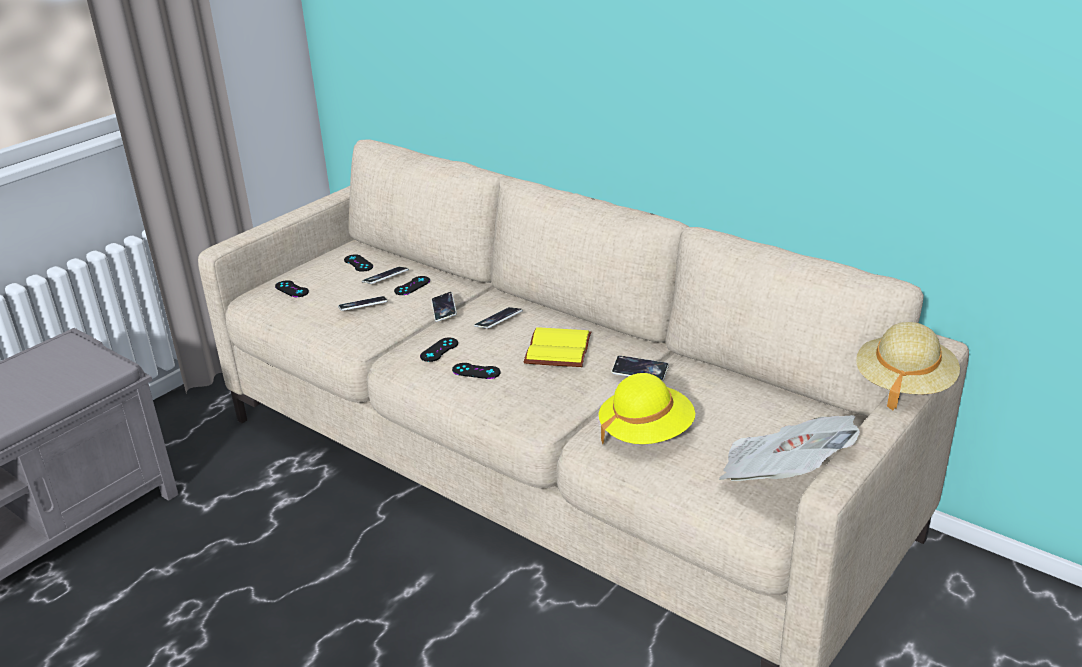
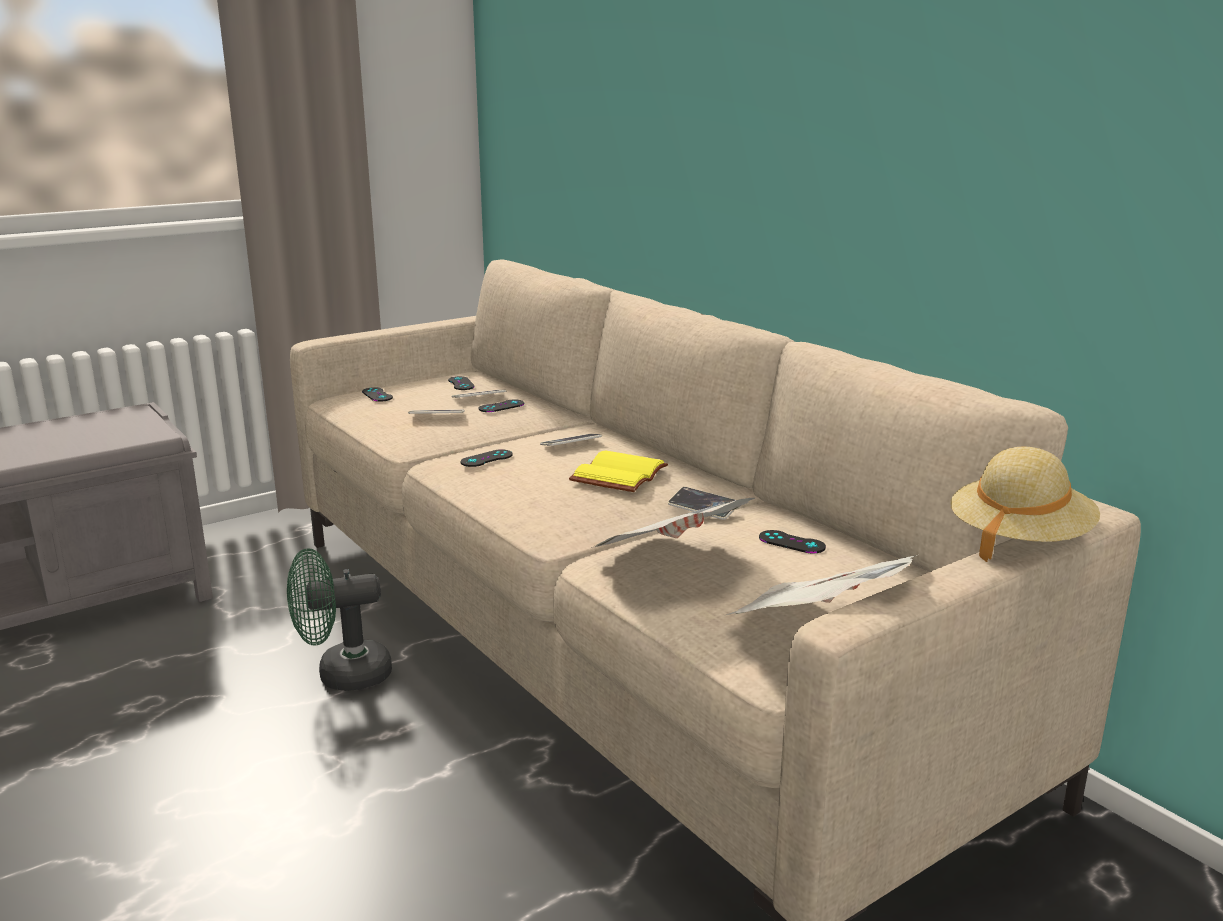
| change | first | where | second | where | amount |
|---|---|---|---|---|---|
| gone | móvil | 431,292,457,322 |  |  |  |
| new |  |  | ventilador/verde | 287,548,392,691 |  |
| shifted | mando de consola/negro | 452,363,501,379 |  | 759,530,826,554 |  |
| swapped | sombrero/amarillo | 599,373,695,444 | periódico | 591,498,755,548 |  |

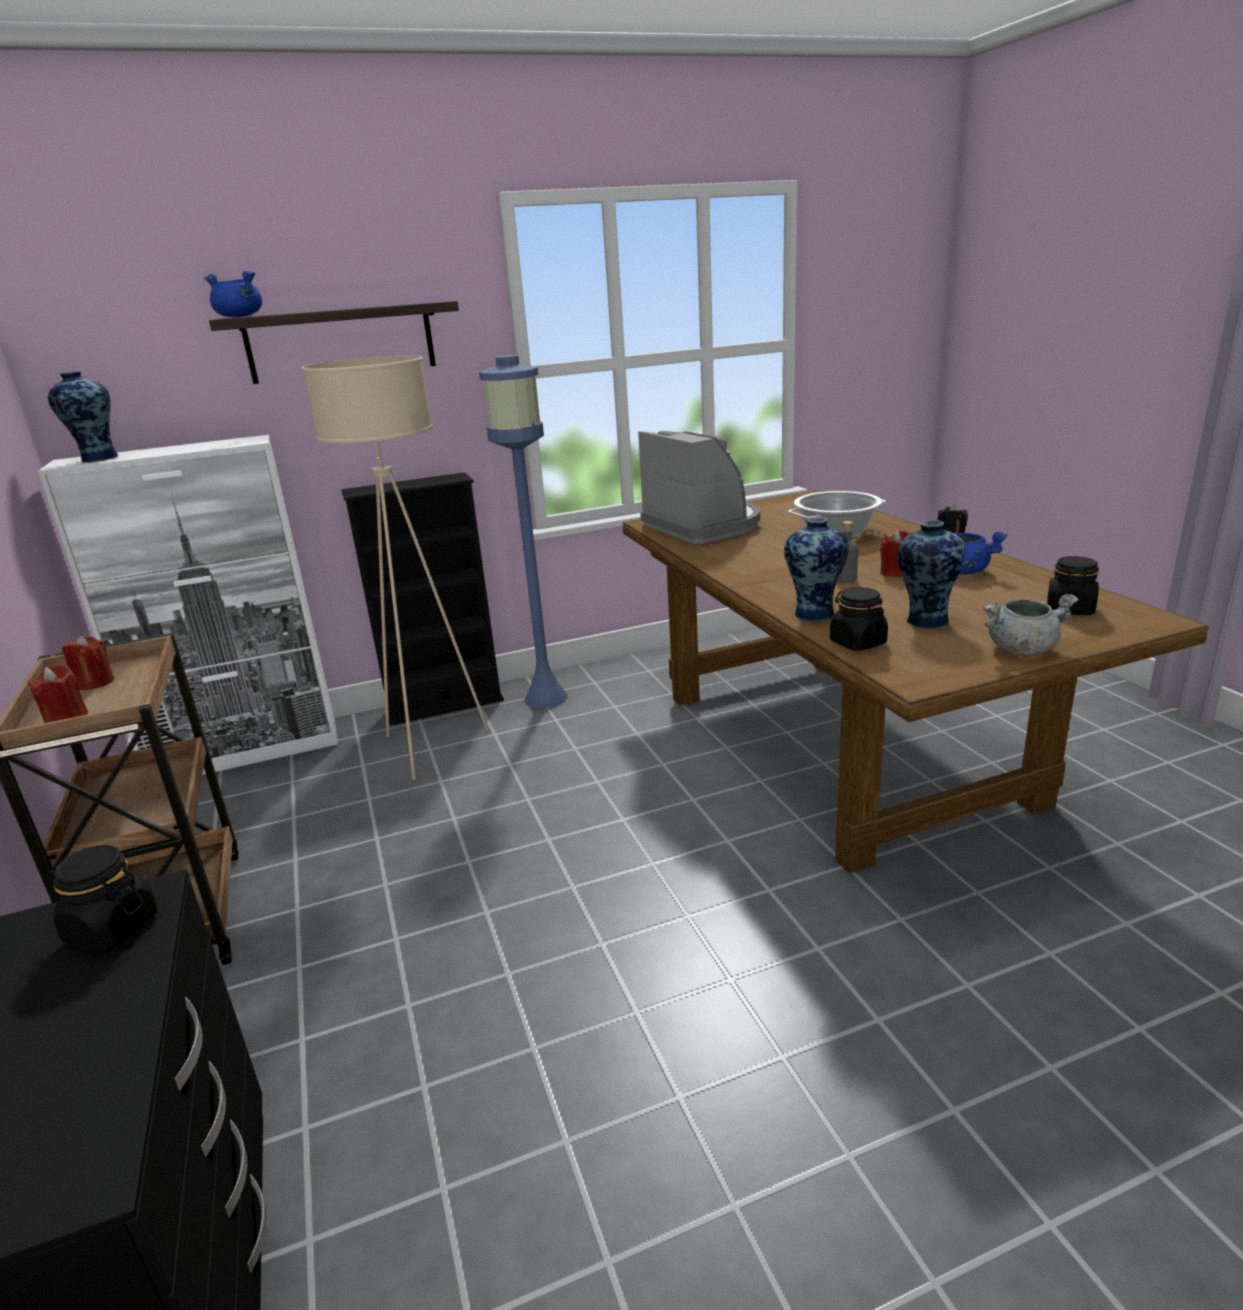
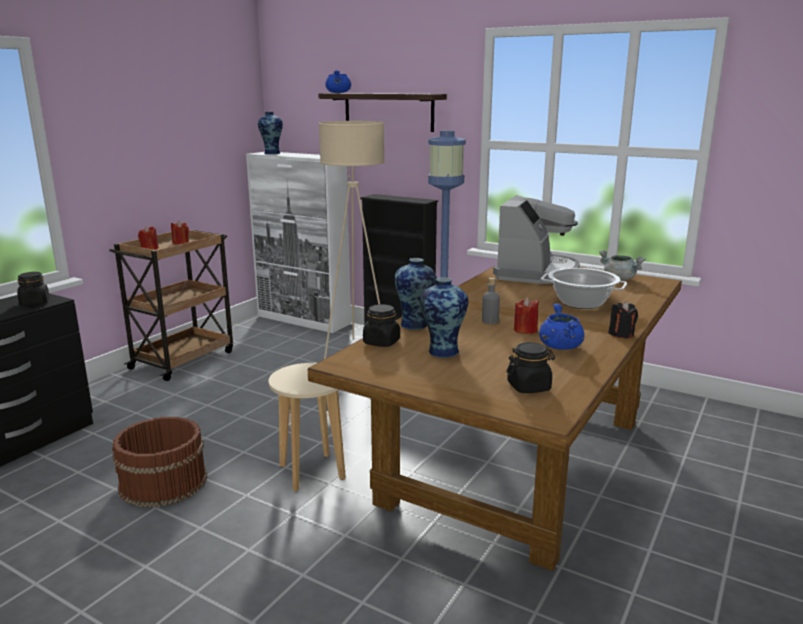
| change | first | where | second | where | amount |
|---|---|---|---|---|---|
| new |  |  | cubo/marrón | 112,417,208,507 |  |
| new |  |  | taburete/beis | 268,363,346,492 |  |
| shifted | olla/gris | 983,594,1078,655 |  | 599,250,646,281 |  |

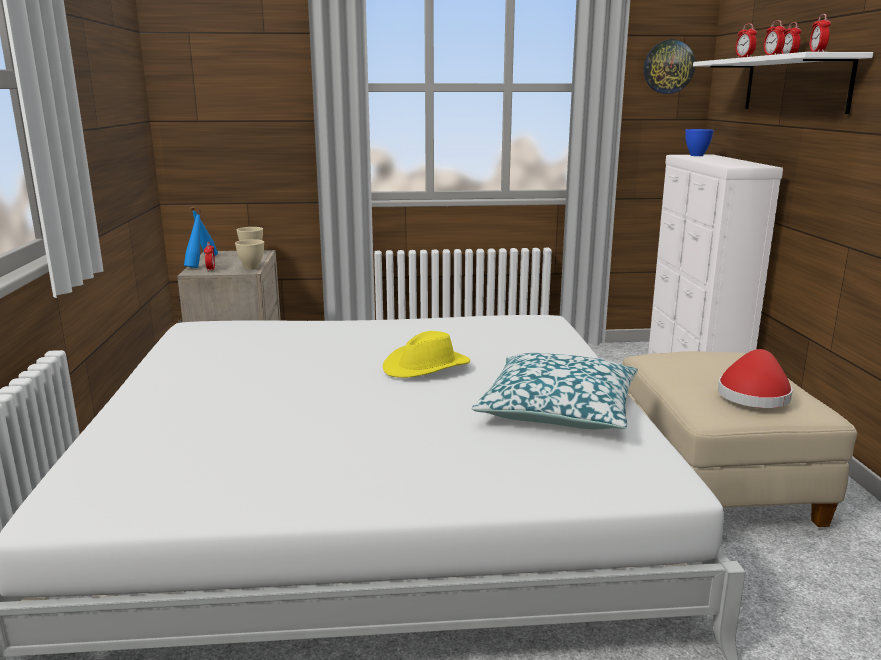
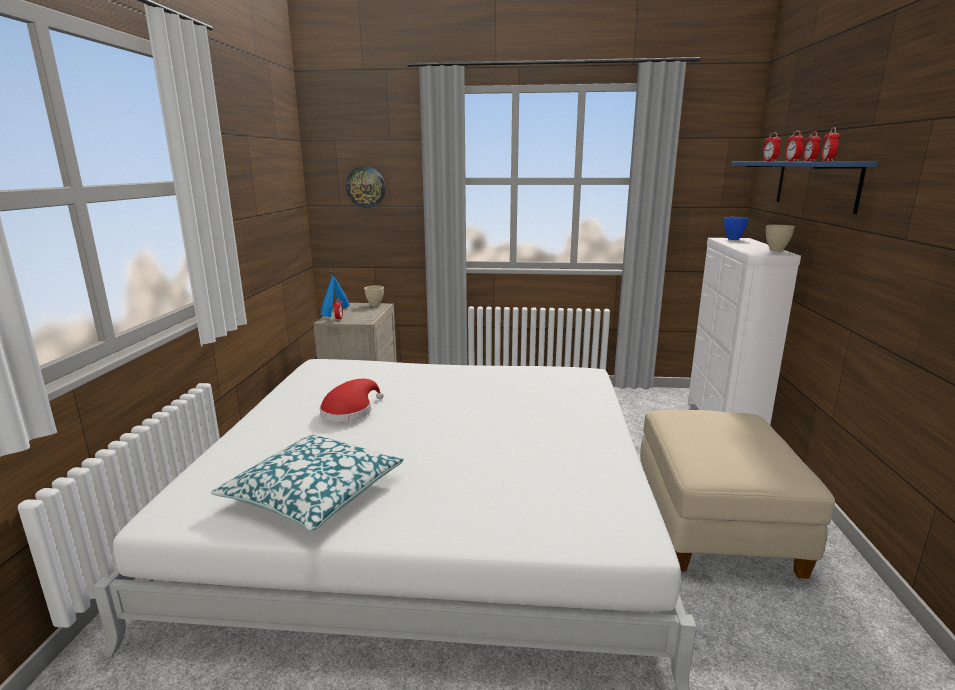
| change | first | where | second | where | amount |
|---|---|---|---|---|---|
| gone | sombrero/amarillo | 382,331,470,378 |  |  |  |
| shifted | cuenco/beis | 235,239,264,270 |  | 766,225,795,251 |  |
| shifted | cojín | 472,353,638,429 |  | 211,434,404,532 |  |
| shifted | reloj de pared | 644,40,695,94 |  | 346,166,386,208 |  |
| shifted | sombrero/rojo | 718,349,793,408 |  | 320,379,384,422 |  |
| repainted | estante/blanco | 693,52,873,114 | estante/azul | 731,162,878,214 |  |

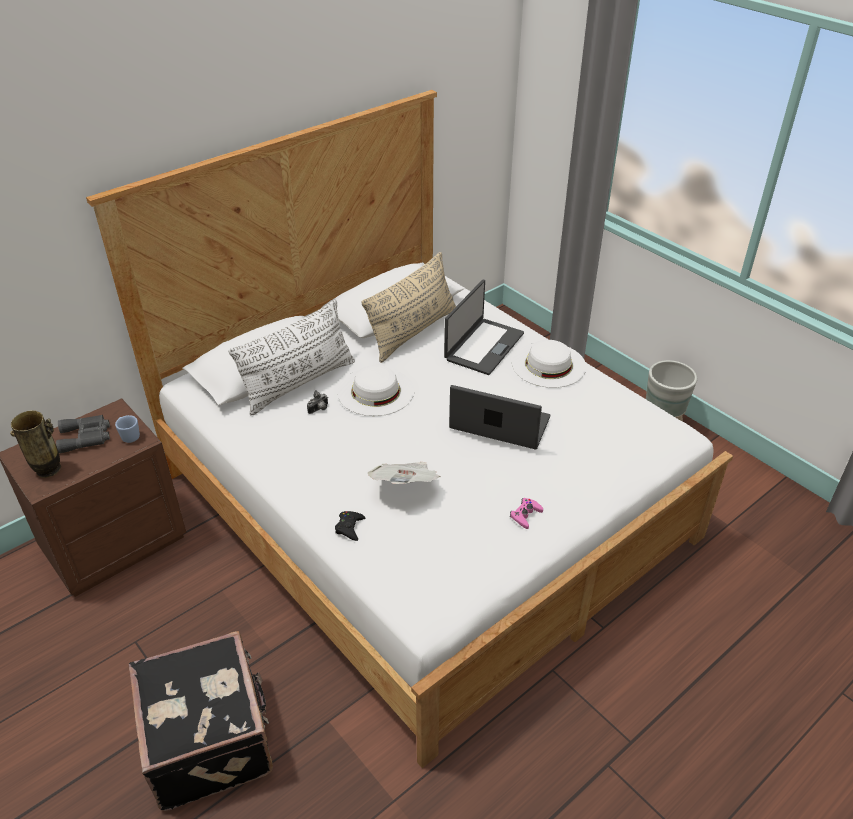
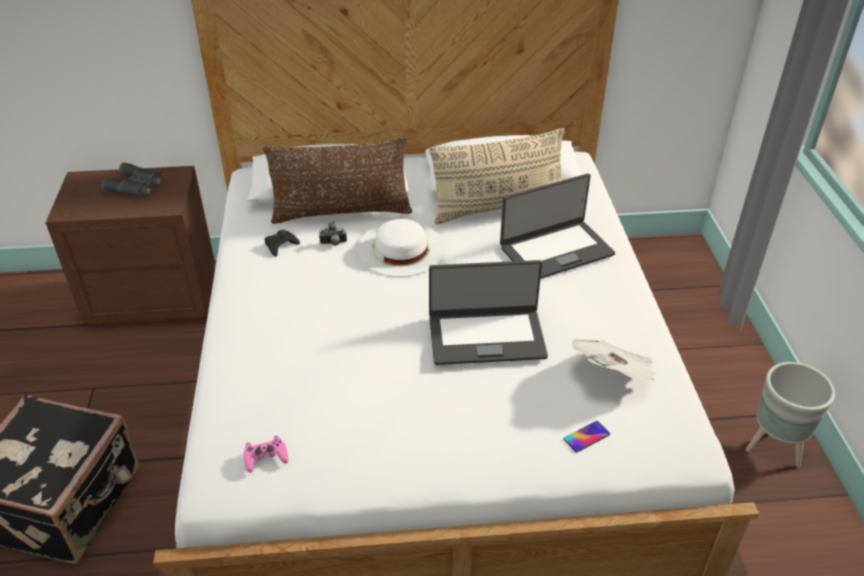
| change | first | where | second | where | amount |
|---|---|---|---|---|---|
| gone | florero | 10,410,61,478 |  |  |  |
| gone | taza grande/azul | 115,415,140,443 |  |  |  |
| gone | sombrero/blanco | 512,340,586,388 |  |  |  |
| new |  |  | móvil | 564,421,610,453 |  |
| shifted | mando de consola/negro | 335,511,365,541 |  | 265,230,300,257 |  |
| shifted | periódico | 368,462,440,484 |  | 572,339,655,381 |  |
| shifted | mando de consola/rosa | 510,498,543,529 |  | 243,436,288,473 |  |
| repainted | cojín/blanco | 229,300,355,416 | cojín/marrón | 263,137,412,224 |  |
| rotated | portátil | 449,385,550,449 |  | 429,260,548,365 | 120 degrees clockwise |

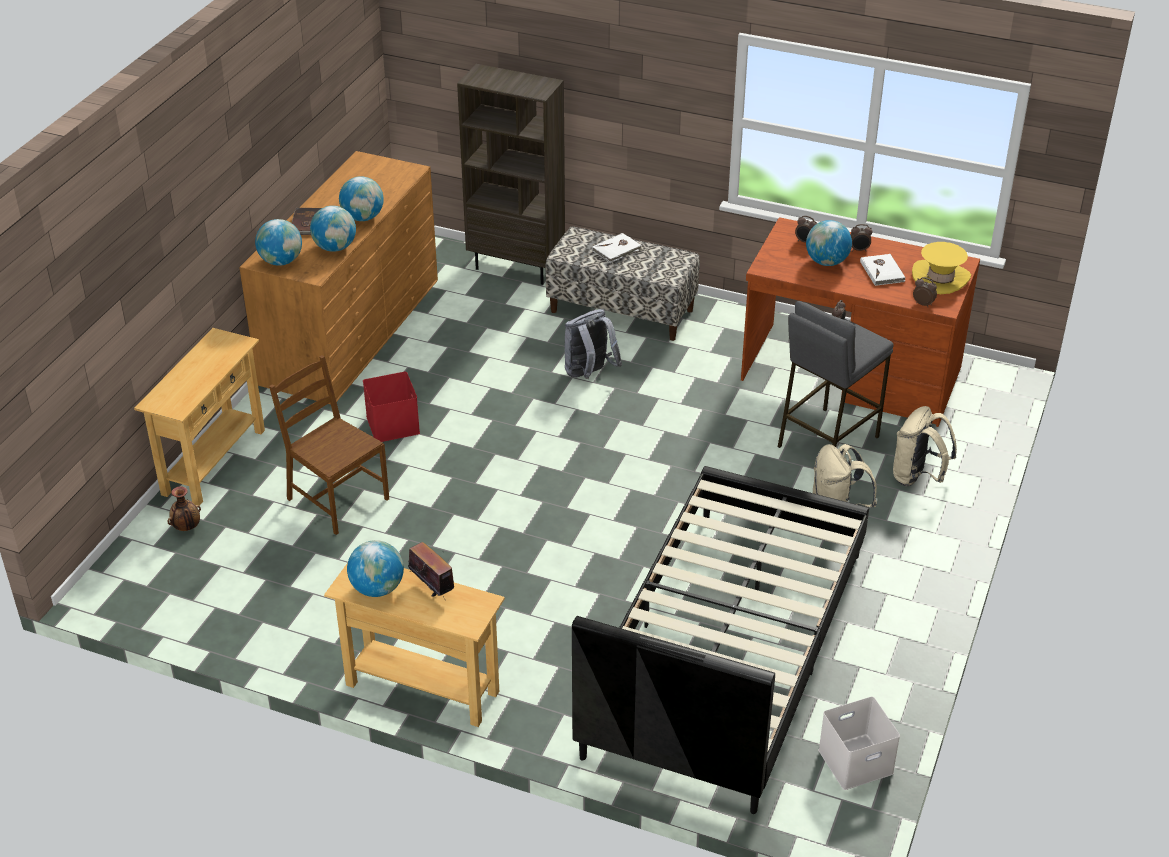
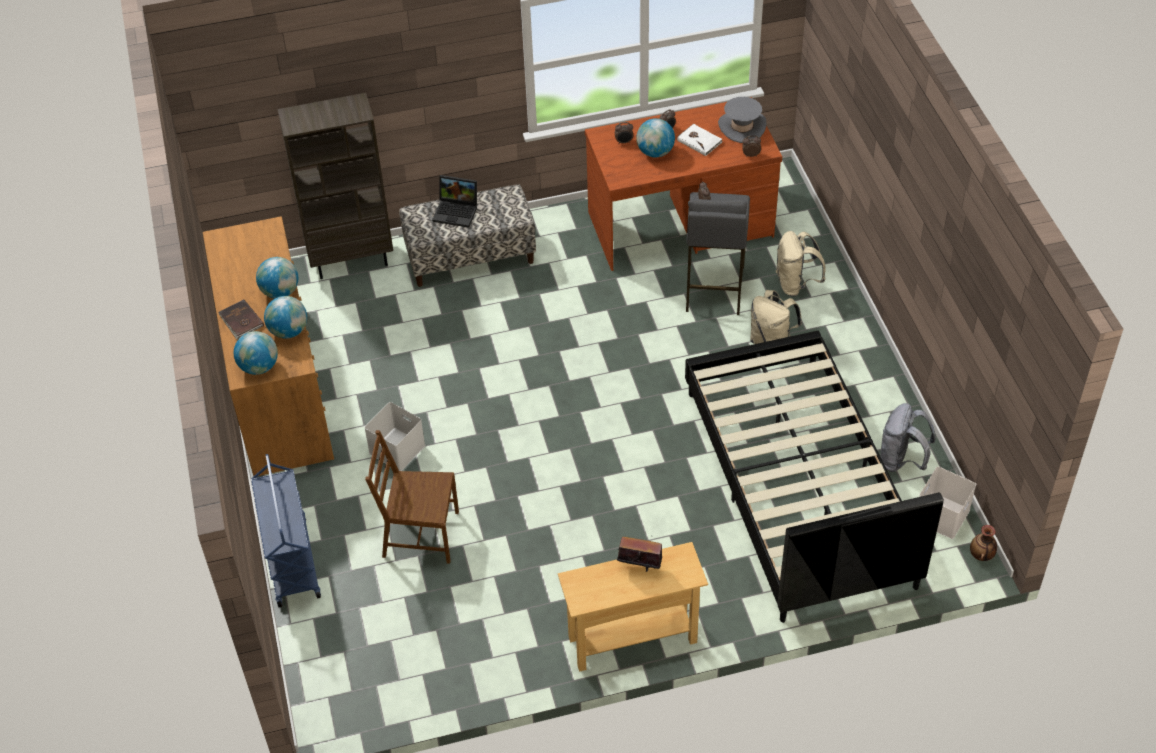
| change | first | where | second | where | amount |
|---|---|---|---|---|---|
| gone | globo terráqueo | 347,540,404,597 |  |  |  |
| shifted | florero | 167,486,201,531 |  | 970,525,997,561 |  |
| shifted | mochila/gris | 565,309,622,379 |  | 880,403,935,472 |  |
| swapped | mesa consola/beis | 134,328,265,506 | carrito/azul | 251,454,321,607 |  |
| swapped | libro/blanco | 592,233,643,263 | portátil | 432,175,477,228 |  |
| repainted | caja de almacenaje/rojo | 363,372,420,442 | caja de almacenaje/blanco | 364,402,426,471 |  |
| repainted | sombrero/amarillo | 912,242,971,294 | sombrero/gris | 718,97,767,143 |  |

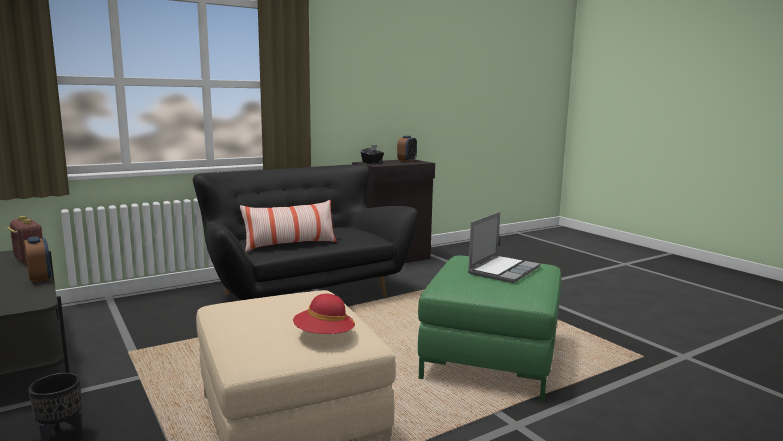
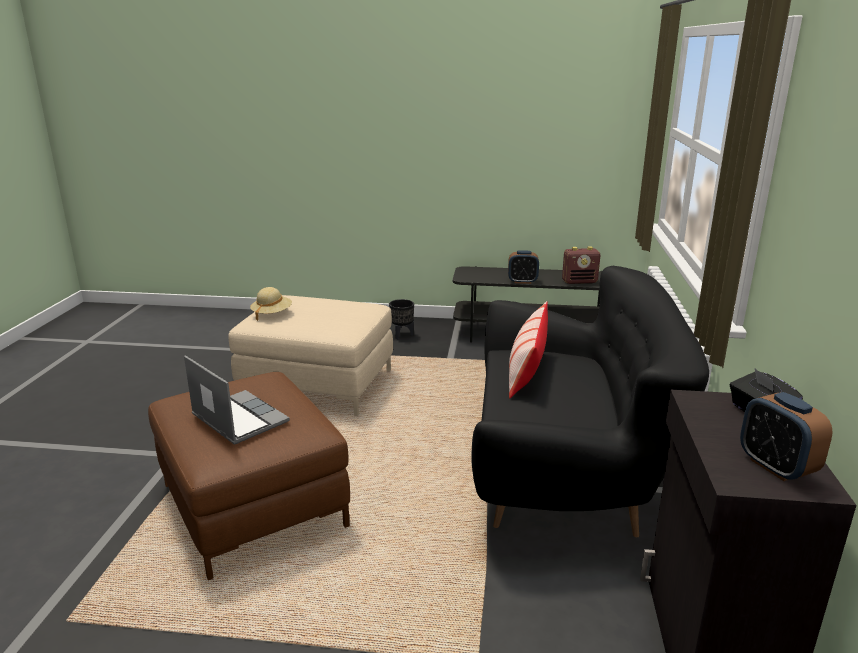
| change | first | where | second | where | amount |
|---|---|---|---|---|---|
| repainted | sombrero/rojo | 293,294,355,334 | sombrero/beis | 250,287,292,321 |  |
| repainted | puf/verde | 418,256,562,402 | puf/marrón | 148,372,350,580 |  |
| rotated | portátil | 468,212,540,283 |  | 184,355,290,445 | 150 degrees clockwise |

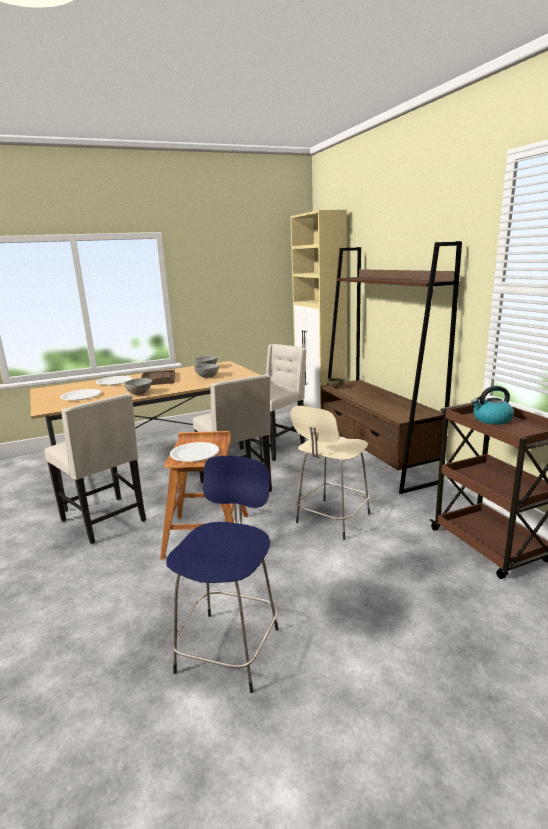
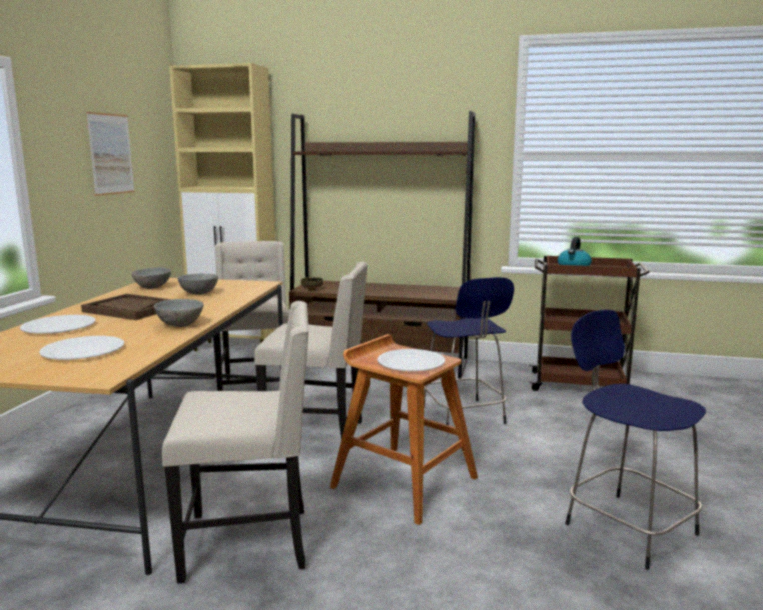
| change | first | where | second | where | amount |
|---|---|---|---|---|---|
| new |  |  | cuadro | 86,112,135,196 |  |
| repainted | taburete/beis | 291,406,370,539 | taburete/azul | 424,277,514,425 |  |

